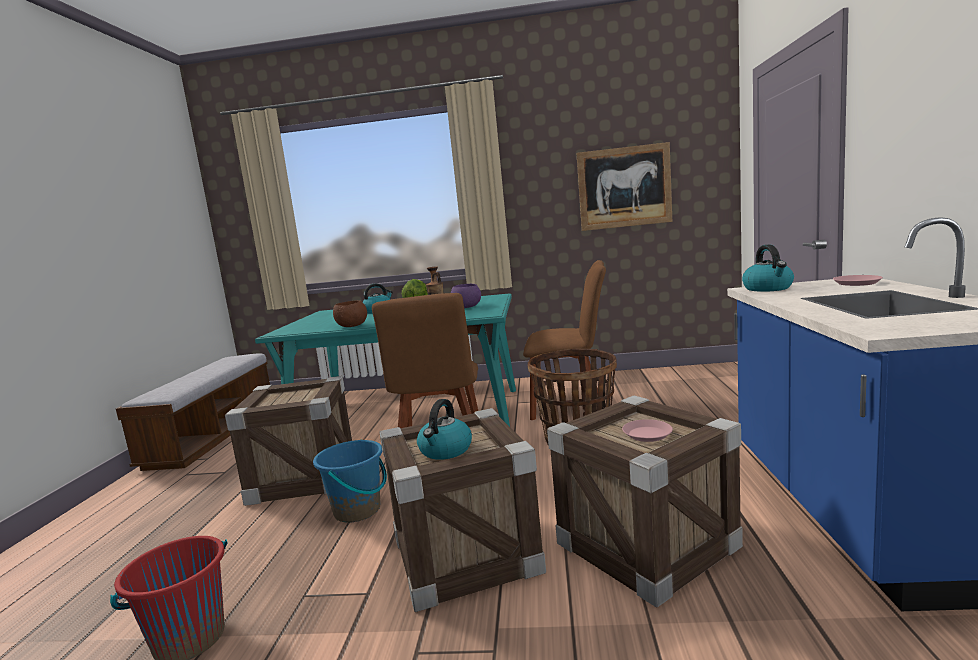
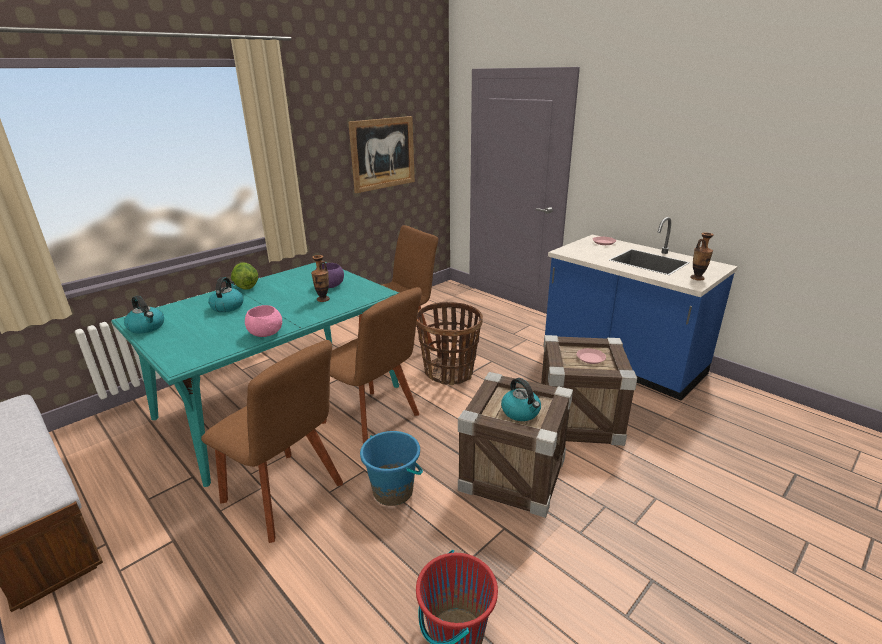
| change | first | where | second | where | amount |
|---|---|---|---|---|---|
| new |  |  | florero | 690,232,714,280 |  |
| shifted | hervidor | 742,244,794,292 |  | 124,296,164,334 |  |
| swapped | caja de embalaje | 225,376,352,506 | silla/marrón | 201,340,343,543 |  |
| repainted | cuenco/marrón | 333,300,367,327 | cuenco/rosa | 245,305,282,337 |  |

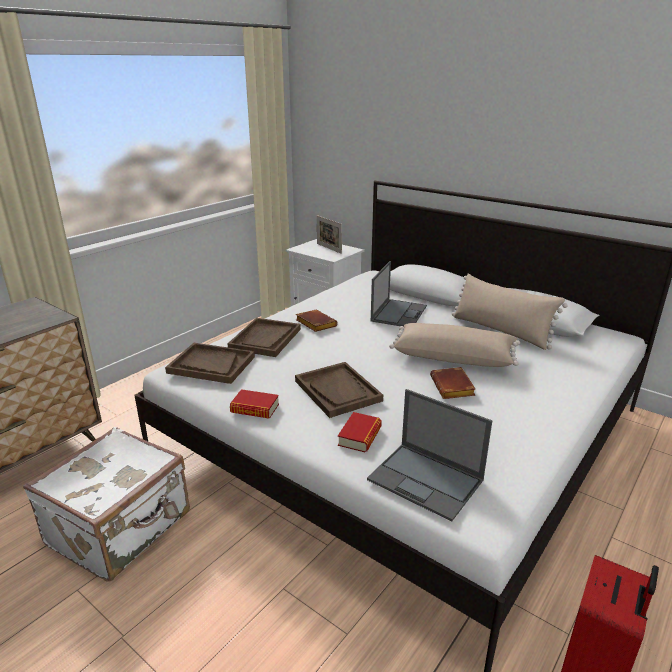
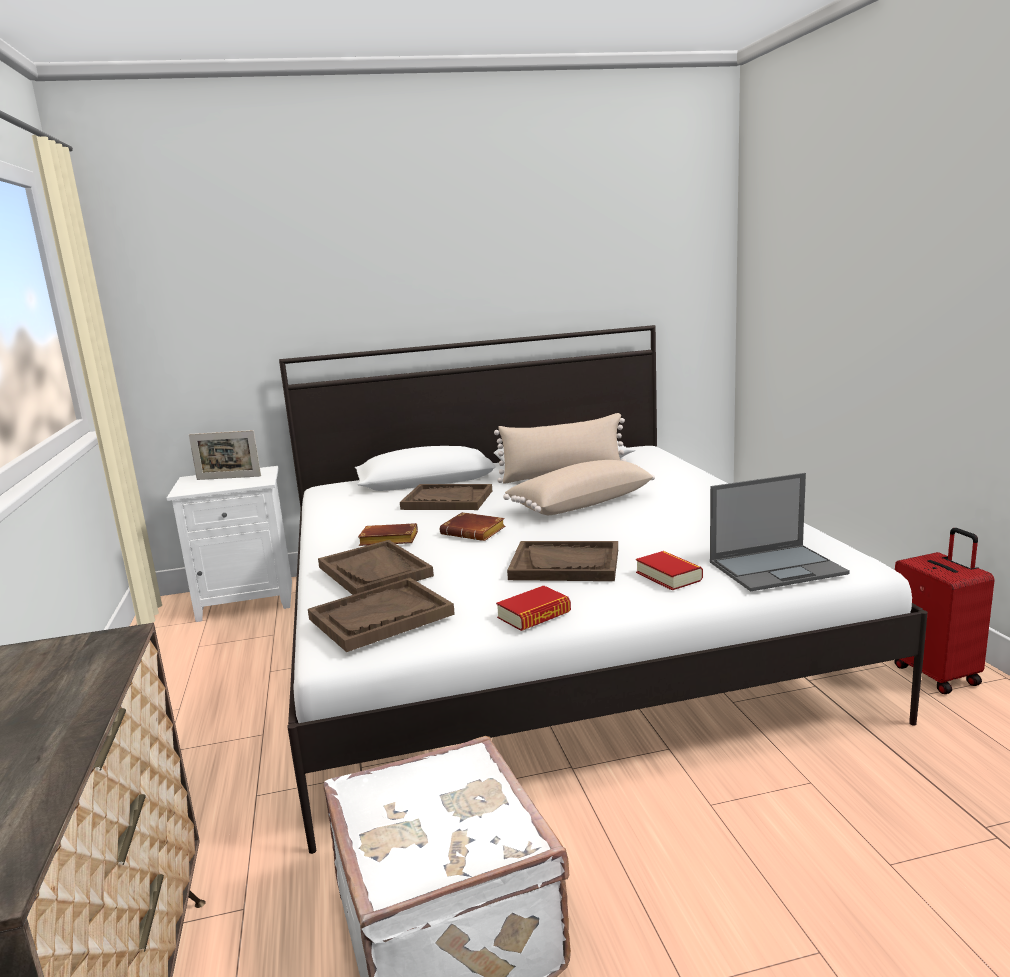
| change | first | where | second | where | amount |
|---|---|---|---|---|---|
| shifted | libro/marrón | 430,367,476,399 |  | 440,512,505,541 |  |
| swapped | portátil | 371,261,427,327 | bandeja/marrón | 400,484,492,510 |  |

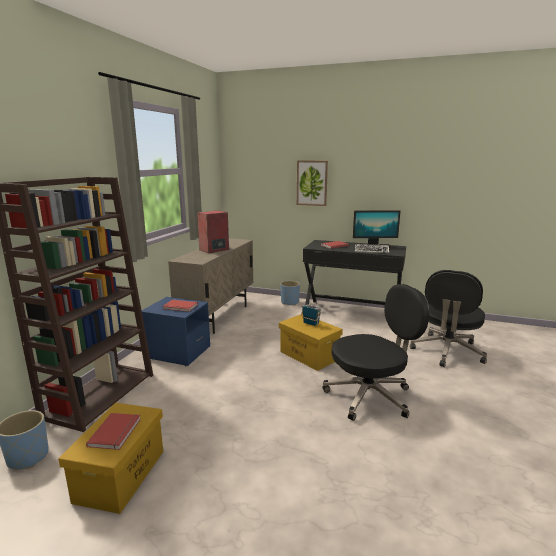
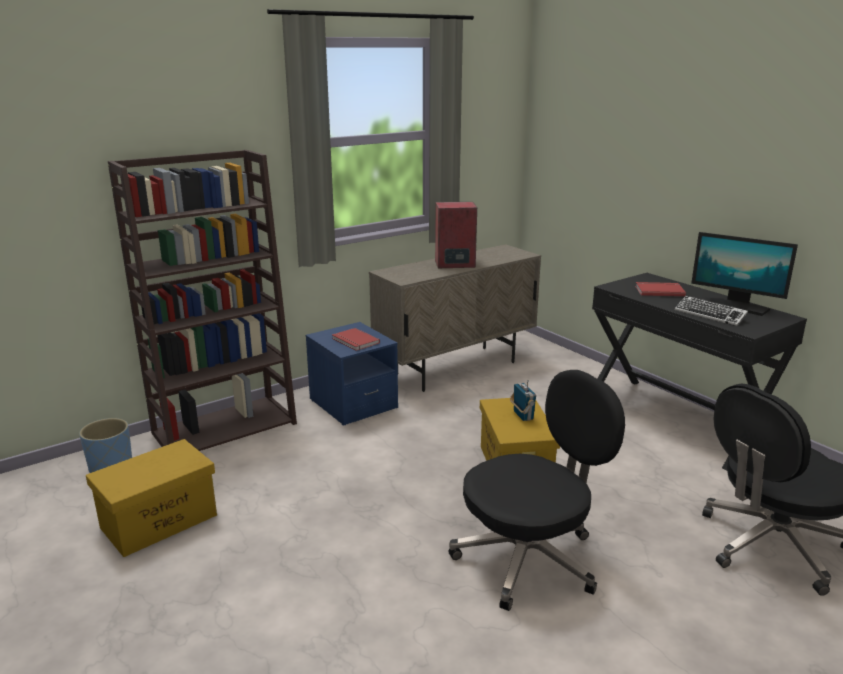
| change | first | where | second | where | amount |
|---|---|---|---|---|---|
| gone | libro/rojo | 86,413,141,450 |  |  |  |
| gone | maceta/azul | 280,281,300,305 |  |  |  |
| gone | cuadro | 297,160,328,206 |  |  |  |
| rotated | silla de oficina/negro | 323,284,429,421 |  | 448,370,625,611 | 45 degrees counterclockwise |

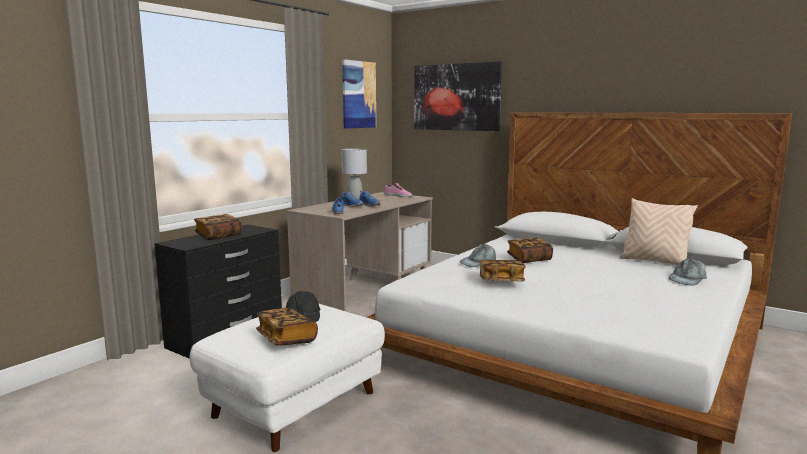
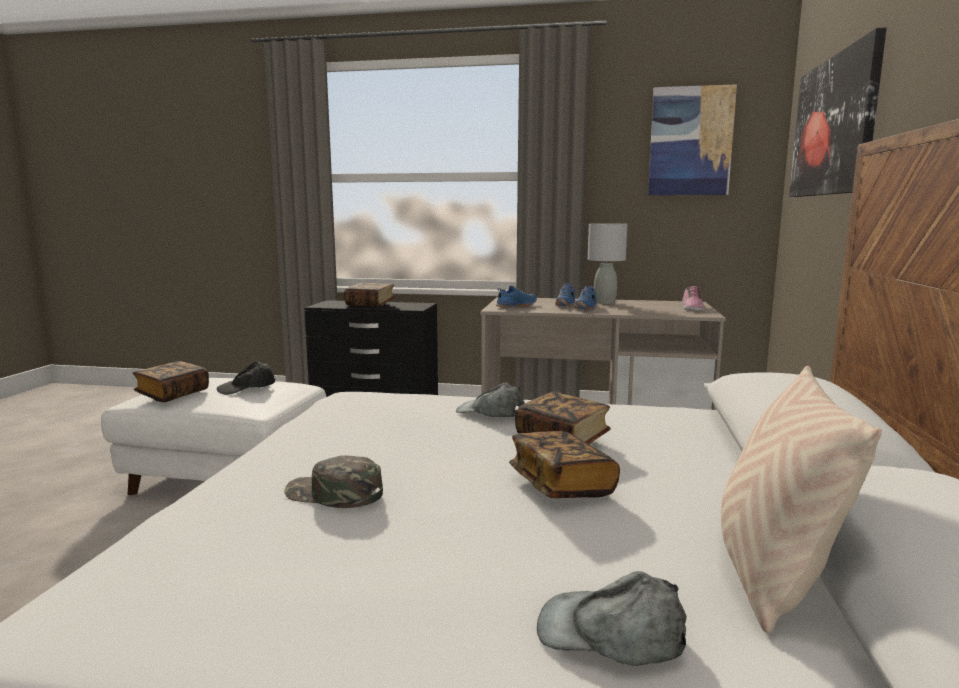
| change | first | where | second | where | amount |
|---|---|---|---|---|---|
| new |  |  | gorra/verde | 284,455,383,508 |  |
| shifted | libro | 480,260,526,282 |  | 509,431,620,498 |  |

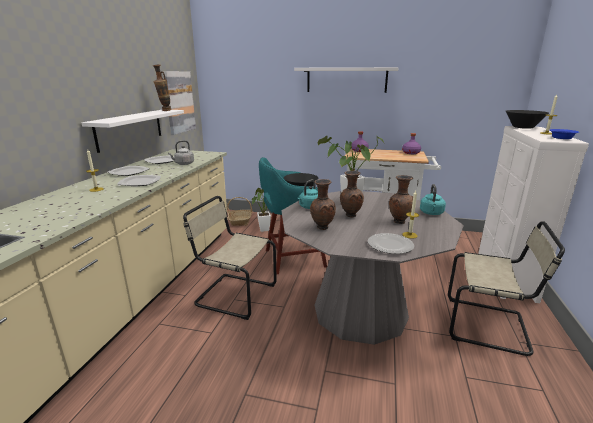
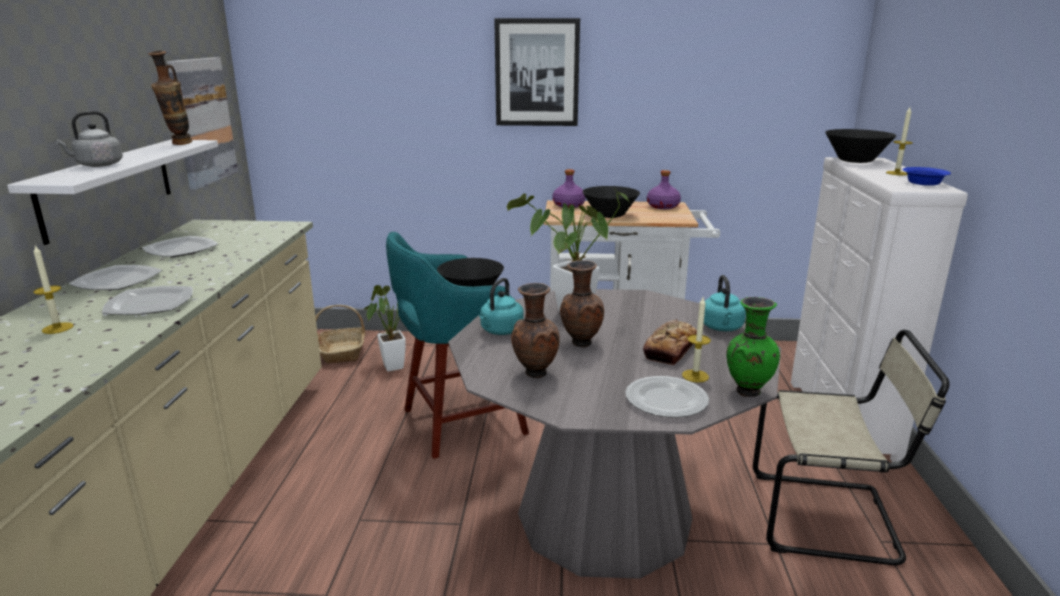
| change | first | where | second | where | amount |
|---|---|---|---|---|---|
| gone | silla/beis | 183,196,277,320 |  |  |  |
| new |  |  | cuenco/negro | 582,186,640,218 |  |
| new |  |  | florero/verde | 726,297,780,397 |  |
| shifted | hervidor/gris | 168,140,194,165 |  | 55,111,123,167 |  |
| swapped | estante/blanco | 294,67,399,93 | cuadro | 494,18,580,126 |  |
| swapped | florero/marrón | 389,175,413,224 | pan | 643,319,697,365 |  |

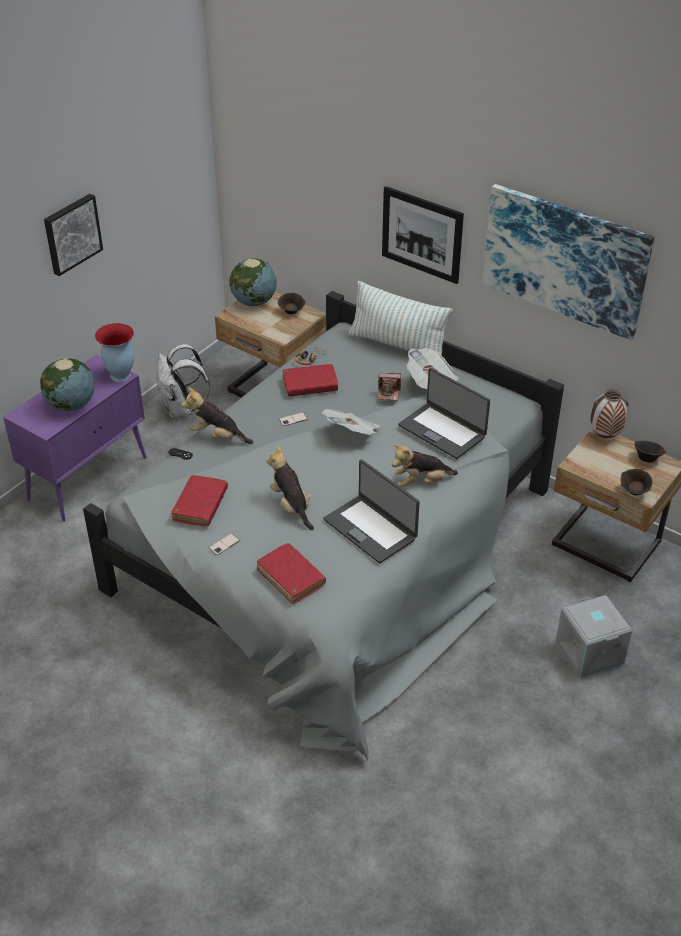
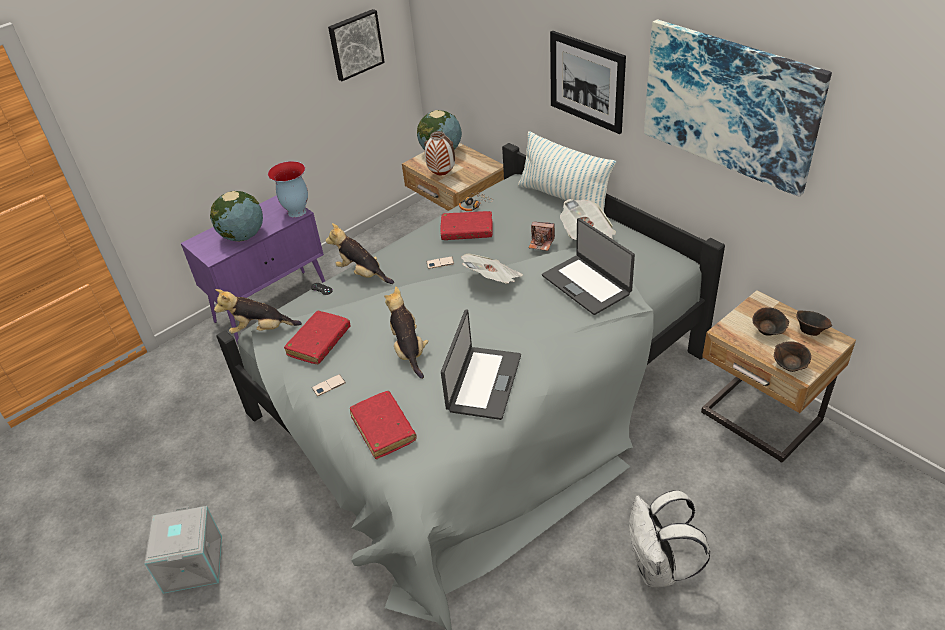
| change | first | where | second | where | amount |
|---|---|---|---|---|---|
| shifted | cuadro | 44,194,103,276 |  | 328,9,385,81 |  |
| shifted | mochila/blanco | 157,344,210,418 |  | 629,490,710,587 |  |
| shifted | cuenco/marrón | 278,293,306,314 |  | 753,307,789,336 |  |
| shifted | peluche | 392,445,458,487 |  | 214,289,302,334 |  |
| shifted | caja de almacenaje/gris | 555,595,633,678 |  | 144,506,222,594 |  |
| shifted | florero | 590,389,629,438 |  | 424,131,455,176 |  |
| rotated | portátil | 323,459,420,564 |  | 441,309,521,420 | 135 degrees counterclockwise |

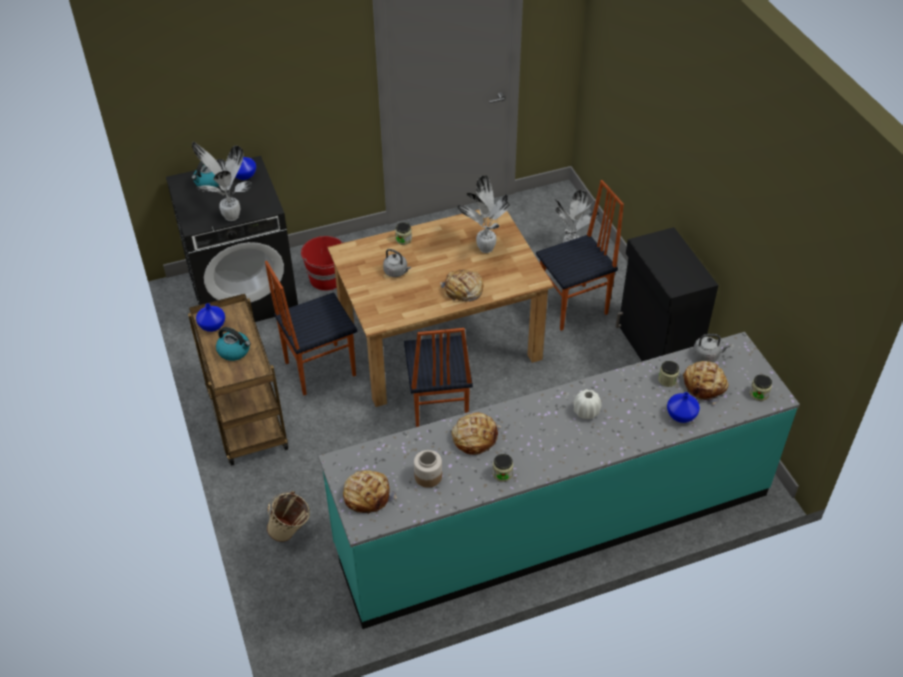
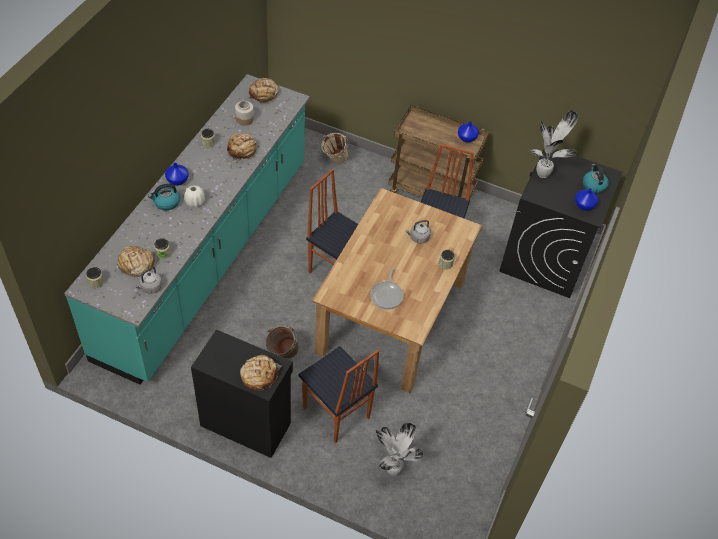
| change | first | where | second | where | amount |
|---|---|---|---|---|---|
| gone | cubo/rojo | 301,236,345,291 |  |  |  |
| new |  |  | cubo/verde | 266,325,299,359 |  |
| shifted | hervidor | 216,327,251,361 |  | 148,184,180,210 |  |
| shifted | pan | 440,269,484,302 |  | 240,355,282,391 |  |
| shifted | florero/azul | 667,392,700,423 |  | 165,163,189,186 |  |
| swapped | planta en maceta | 457,175,510,253 | sartén | 371,268,404,309 |  |
| rotated | silla | 536,180,624,331 |  | 298,346,379,443 | 60 degrees counterclockwise |

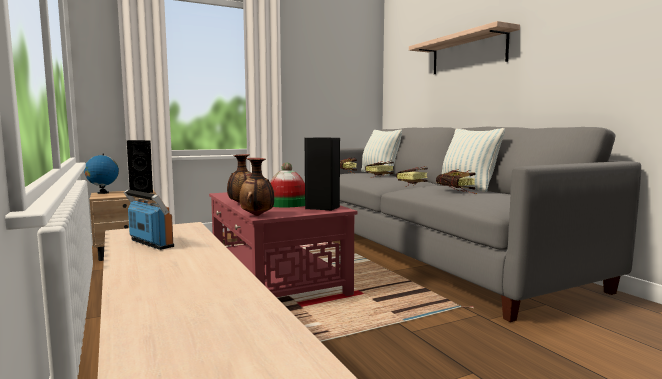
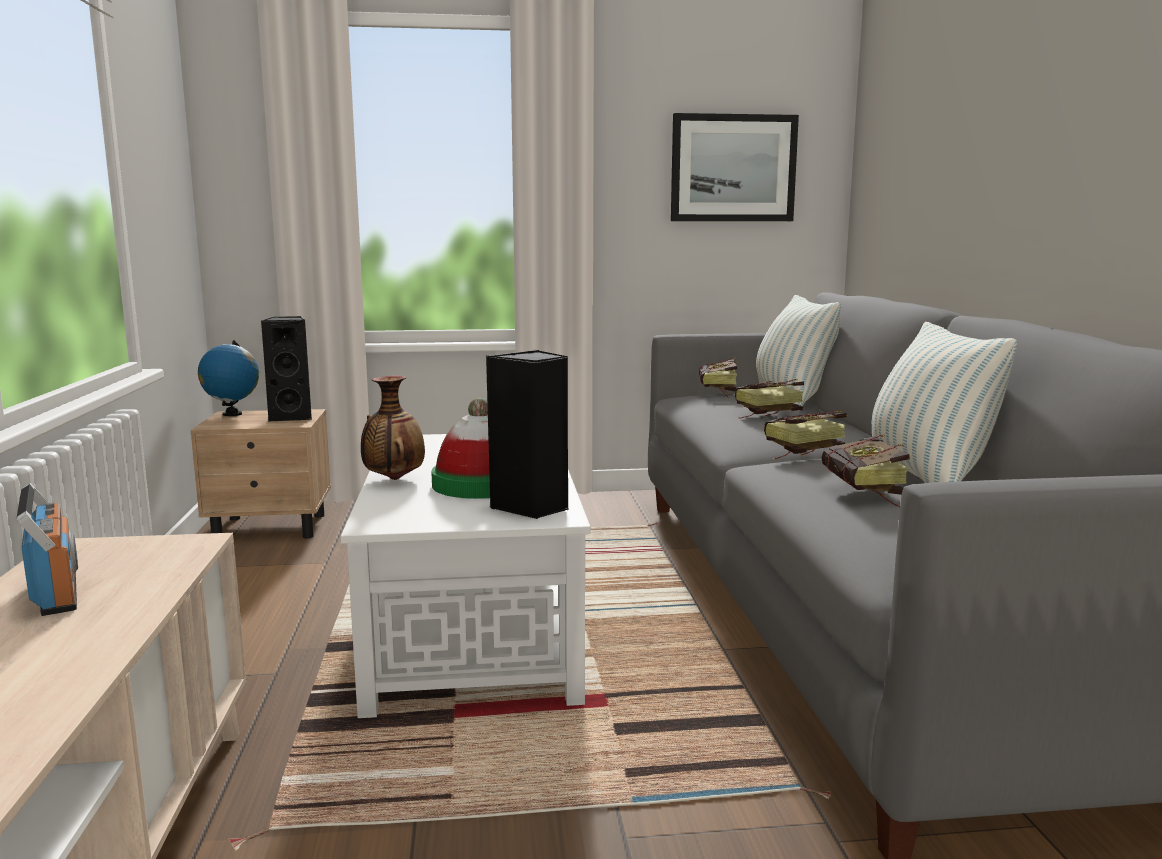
| change | first | where | second | where | amount |
|---|---|---|---|---|---|
| gone | florero | 239,158,274,216 |  |  |  |
| gone | estante | 409,21,520,74 |  |  |  |
| new |  |  | cuadro | 671,113,799,221 |  |
| repainted | mesa de centro/rojo | 209,192,357,297 | mesa de centro/blanco | 341,434,591,718 |  |

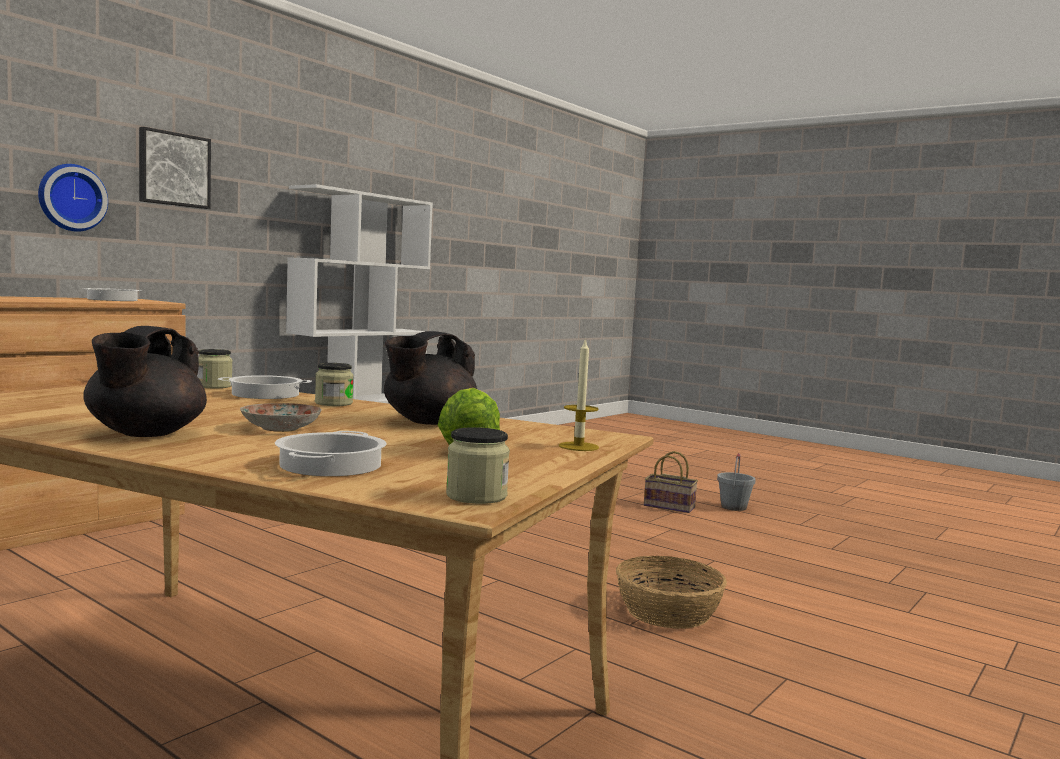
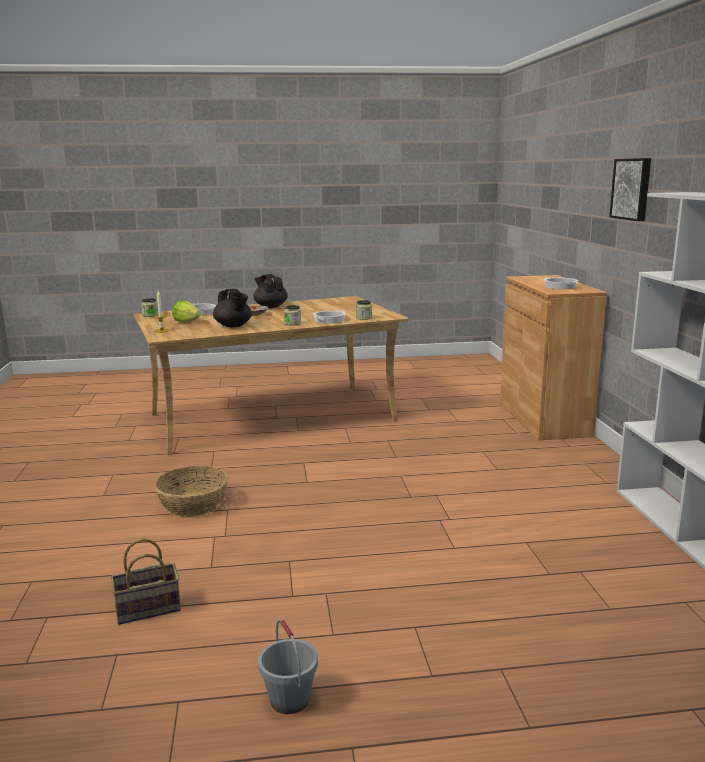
| change | first | where | second | where | amount |
|---|---|---|---|---|---|
| gone | reloj de pared | 38,164,108,232 |  |  |  |
| shifted | cesta | 644,451,698,513 |  | 111,538,181,625 |  |
| rotated | tetera/negro | 384,331,477,425 |  | 213,289,252,327 | 150 degrees clockwise |

